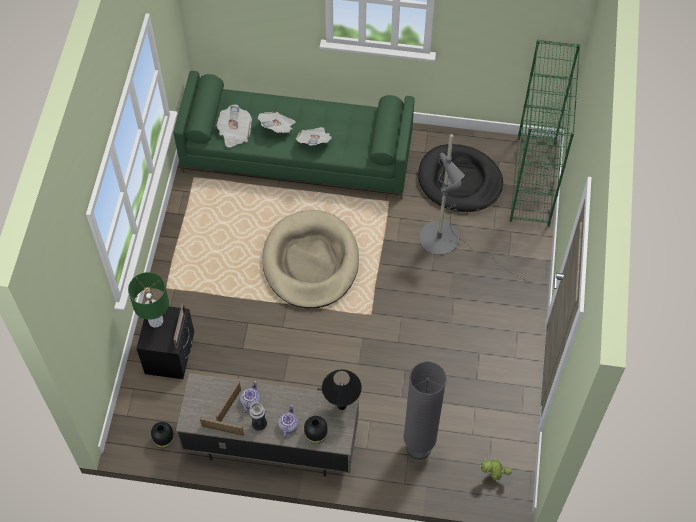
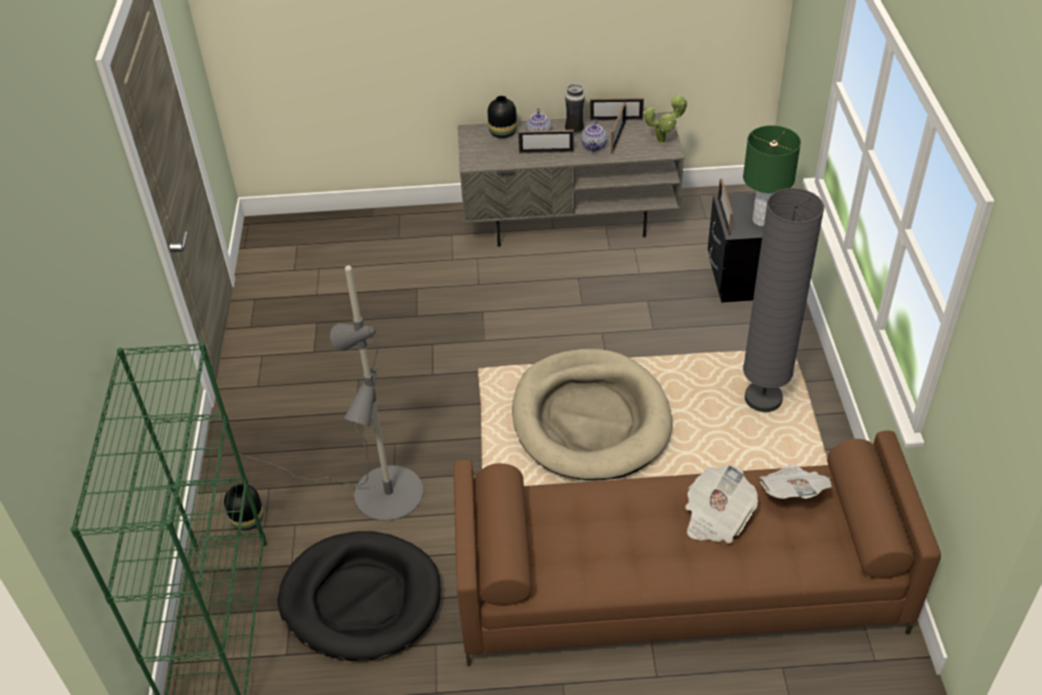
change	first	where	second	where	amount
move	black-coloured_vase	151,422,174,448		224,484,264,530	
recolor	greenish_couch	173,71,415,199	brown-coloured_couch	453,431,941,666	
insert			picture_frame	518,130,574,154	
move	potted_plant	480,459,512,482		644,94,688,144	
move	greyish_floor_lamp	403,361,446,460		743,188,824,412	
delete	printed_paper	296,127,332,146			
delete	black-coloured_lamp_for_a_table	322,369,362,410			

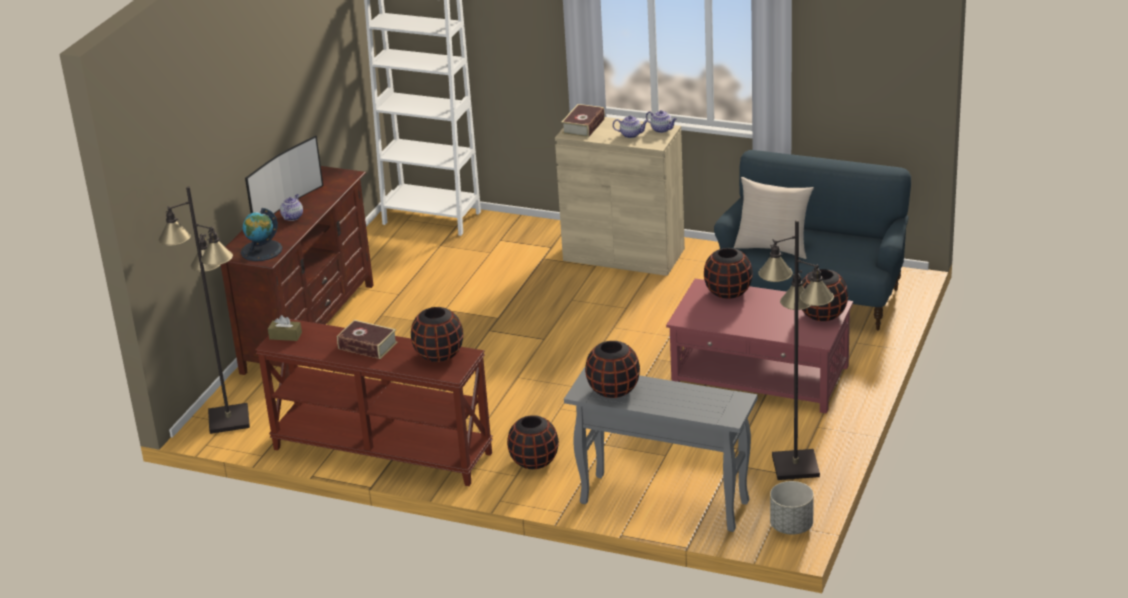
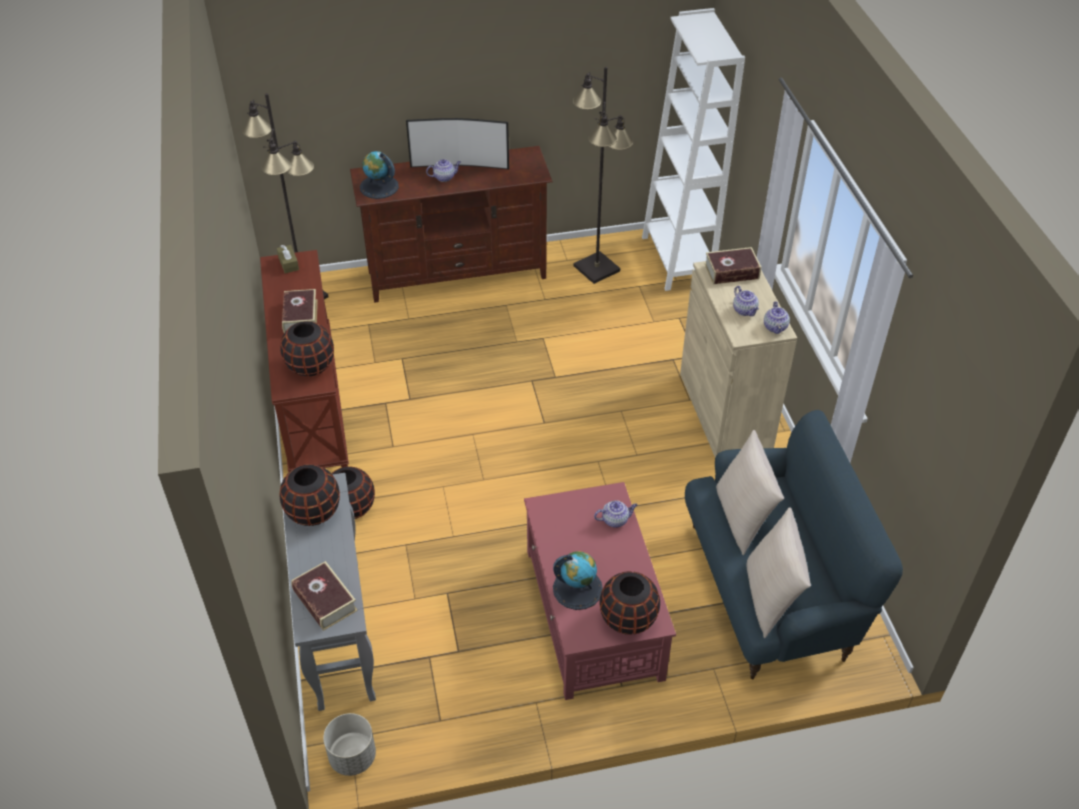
change	first	where	second	where	amount
insert			bound_book	291,561,358,631	
insert			desk_globe	553,551,603,610	
move	black-coloured_floor_lamp	758,220,834,480		573,67,633,284	
replace	black-coloured_vase	704,248,753,299	pot_for_tea	594,500,637,528	
insert			sand-coloured_throw_pillow	747,507,811,638	

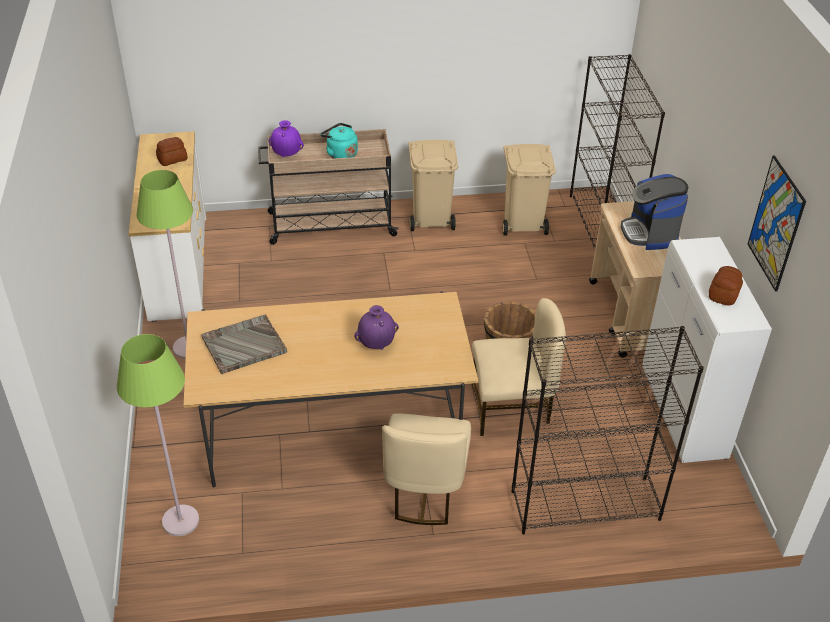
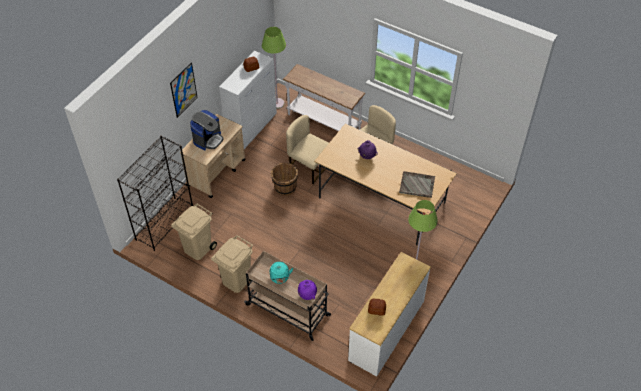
change	first	where	second	where	amount
move	wall_art	748,155,806,292		170,63,198,118	
move	greenish_floor_lamp	117,334,199,536		262,27,286,109	
replace	black-coloured_shelving_unit	512,326,704,534	white-coloured_narrow_table	283,64,365,131	

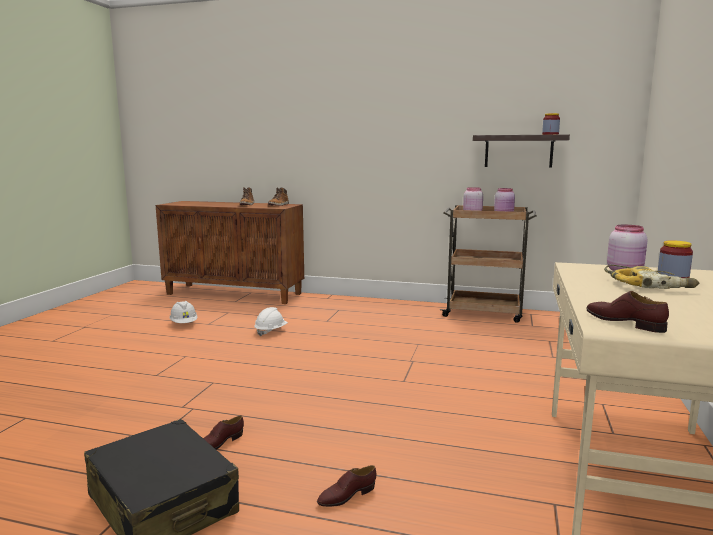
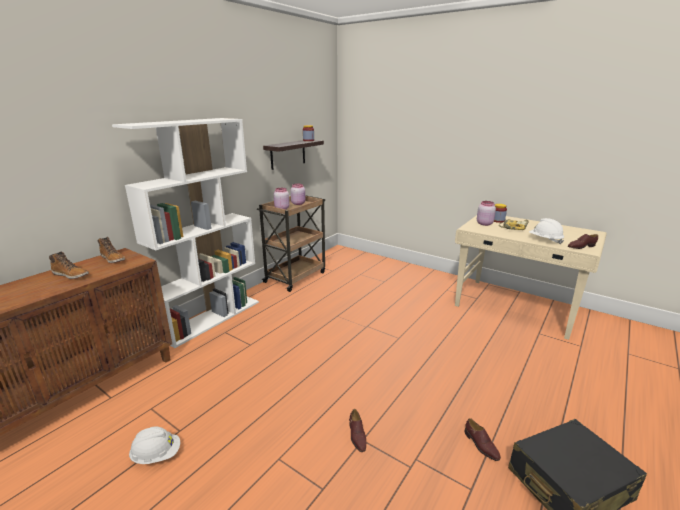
change	first	where	second	where	amount
insert			white-coloured_shelving_unit	112,118,259,348	
move	brown-coloured_item_of_footwear	317,465,376,507		349,409,366,452	
move	white-coloured_work_helmet	255,307,288,336		529,218,564,244	

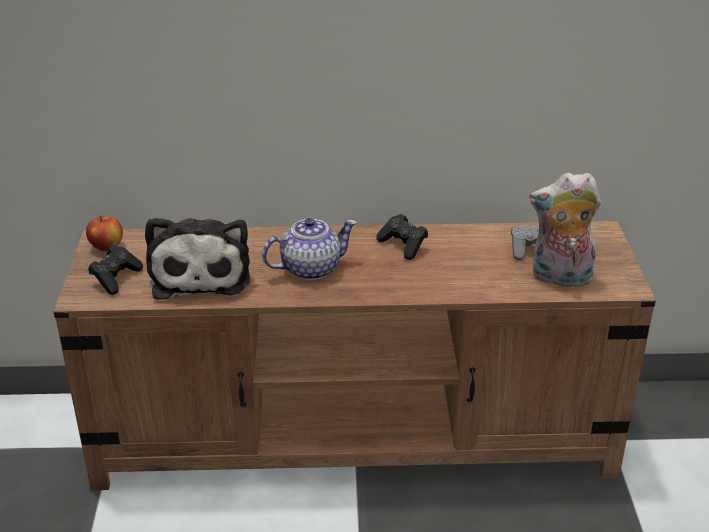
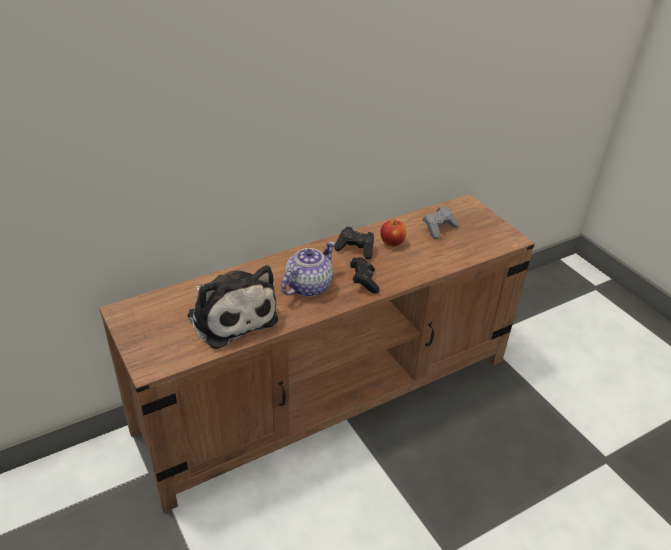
change	first	where	second	where	amount
move	black-coloured_game_controller	88,245,143,295		350,257,380,294	
move	whole_apple	86,216,123,251		381,220,406,247	
delete	soft_toy	529,172,601,291			

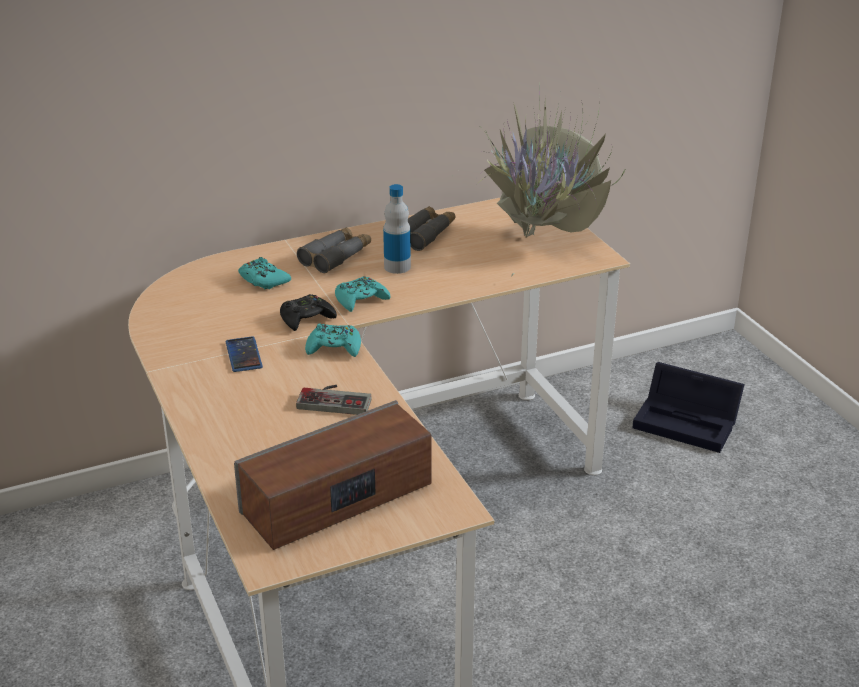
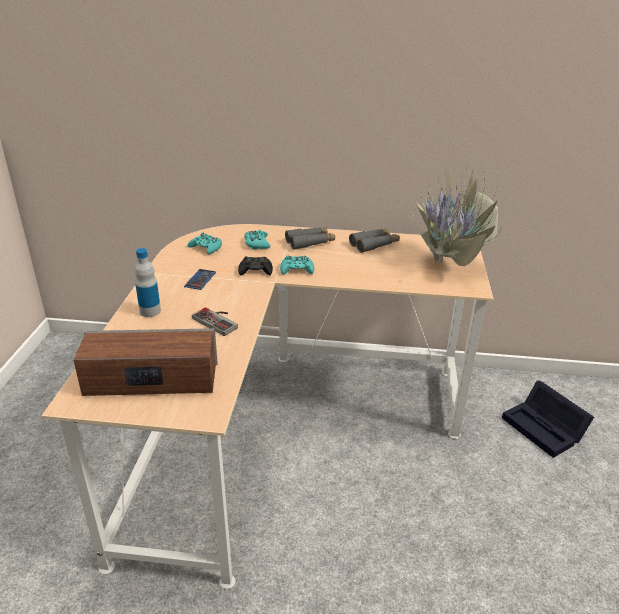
change	first	where	second	where	amount
move	beverage_bottle	383,184,411,274		134,248,161,317	
move	blue-green_game_controller	305,324,361,357		188,232,222,255	

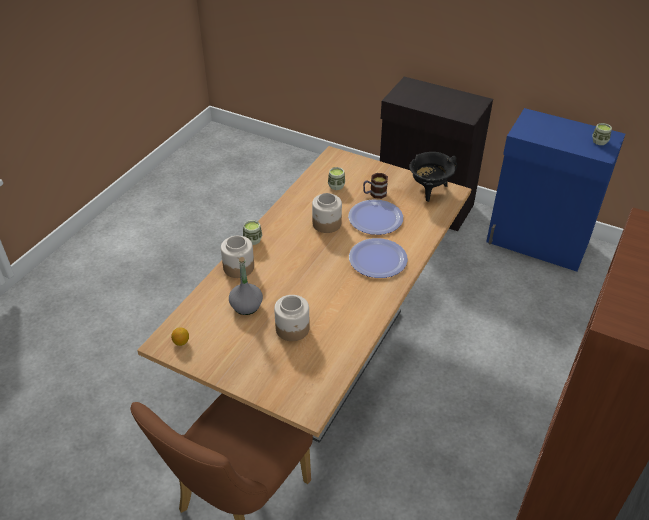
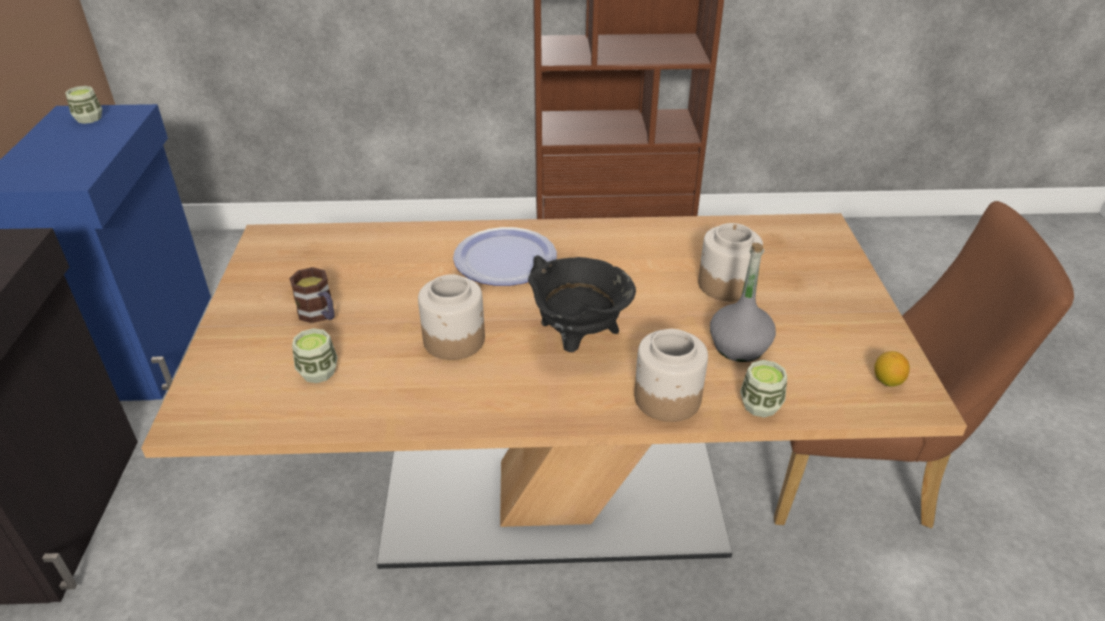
change	first	where	second	where	amount
move	black-coloured_cooking_pot	409,152,458,202		528,255,636,352	
move	drinking_cup	243,220,262,245		740,360,787,417	
delete	plate	348,199,403,235			

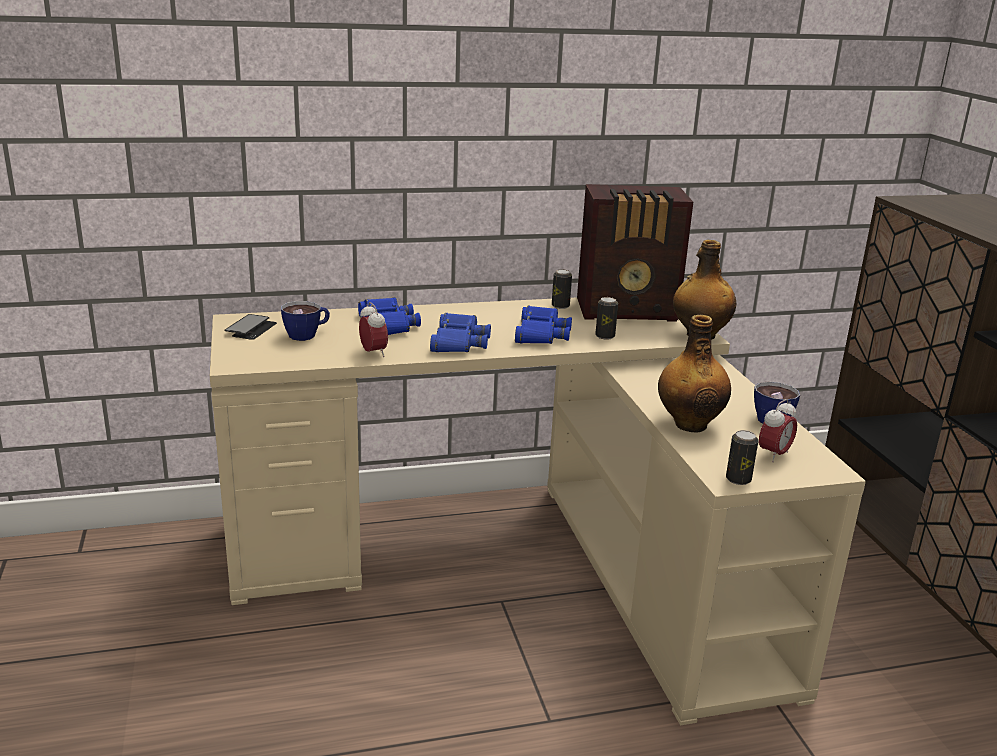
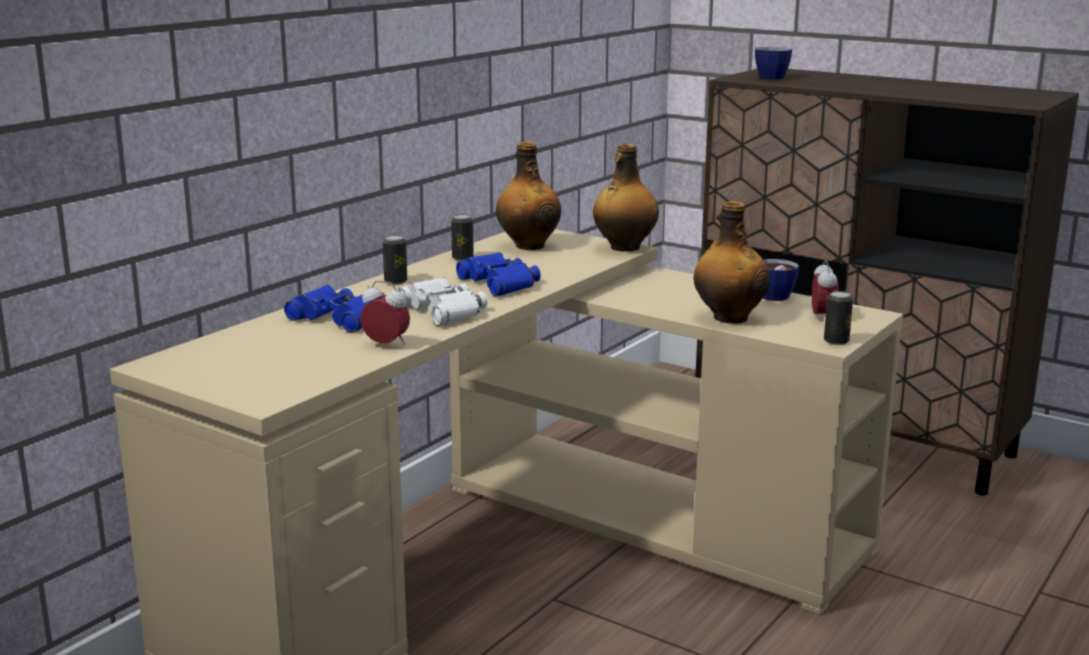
change	first	where	second	where	amount
move	metal_can	595,297,618,340		383,235,407,284	
recolor	blue-coloured_field_glasses	430,313,491,352	white-coloured_field_glasses	398,277,487,326	
replace	radio	577,184,693,322	beverage_bottle	496,142,561,250	
move	drinking_cup	281,301,330,341		755,47,792,79	
delete	telephone	224,314,277,340			

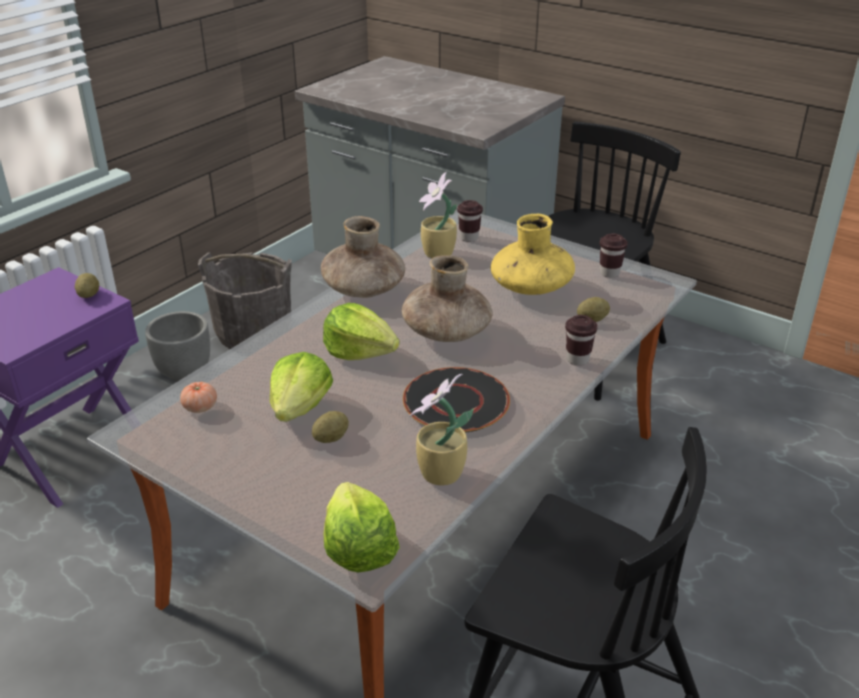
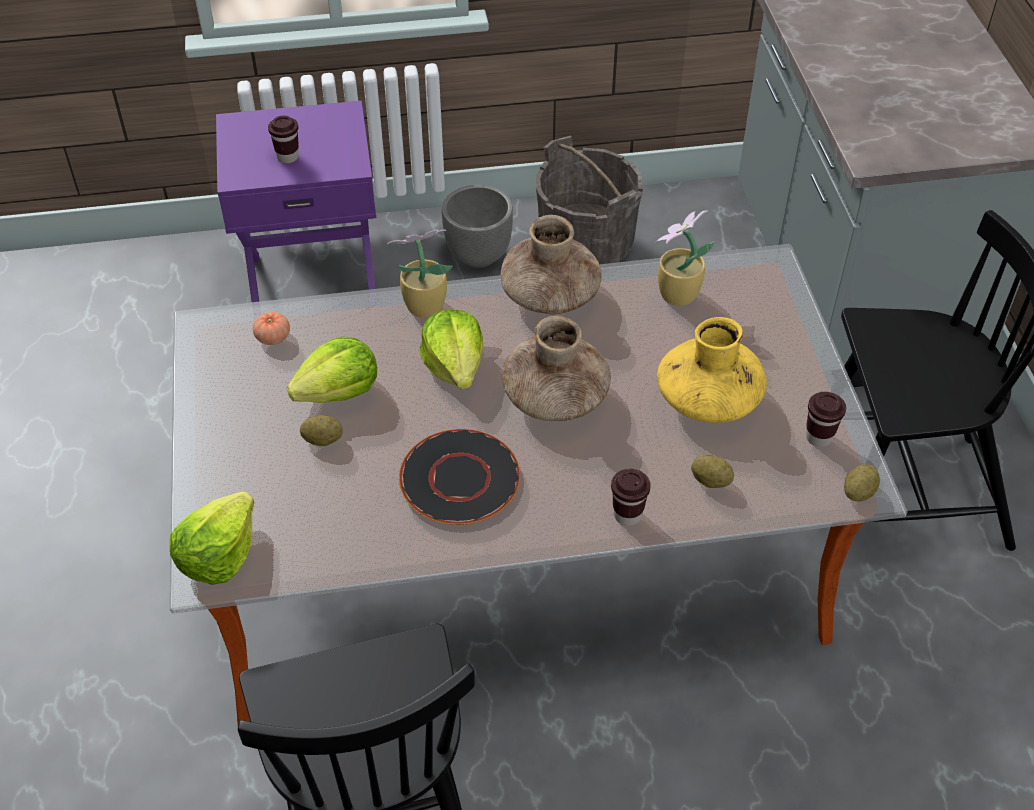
change	first	where	second	where	amount
move	brown-coloured_drinking_cup	457,200,483,242		268,116,299,164	
move	potted_plant	410,374,474,486		387,229,453,318	
move	potato	75,273,99,298		844,464,880,502	

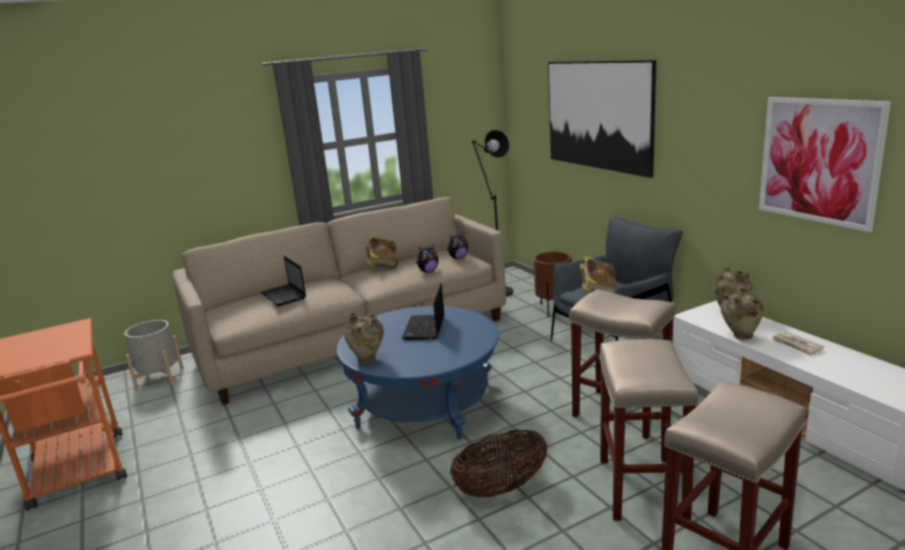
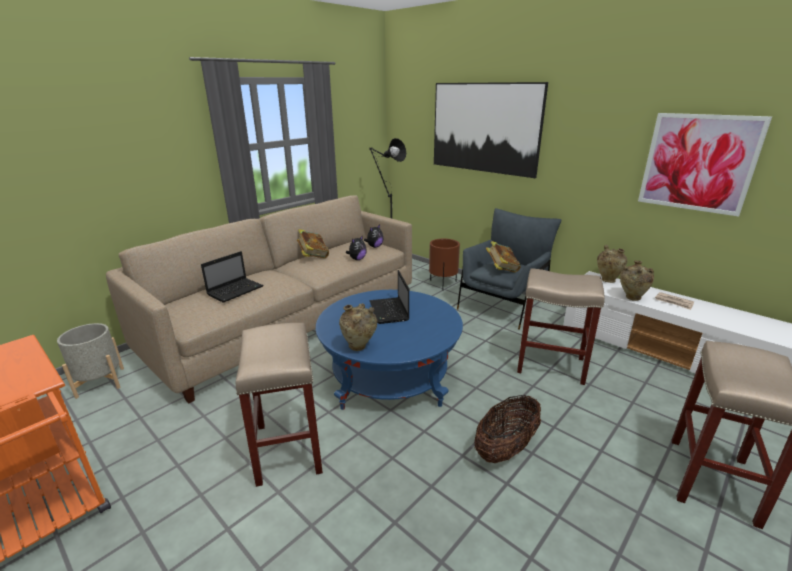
change	first	where	second	where	amount
rotate	laptop	261,256,306,306		201,251,264,303	90 degrees counterclockwise
move	sand-coloured_sitting_stool	599,339,699,521		236,323,323,487	

